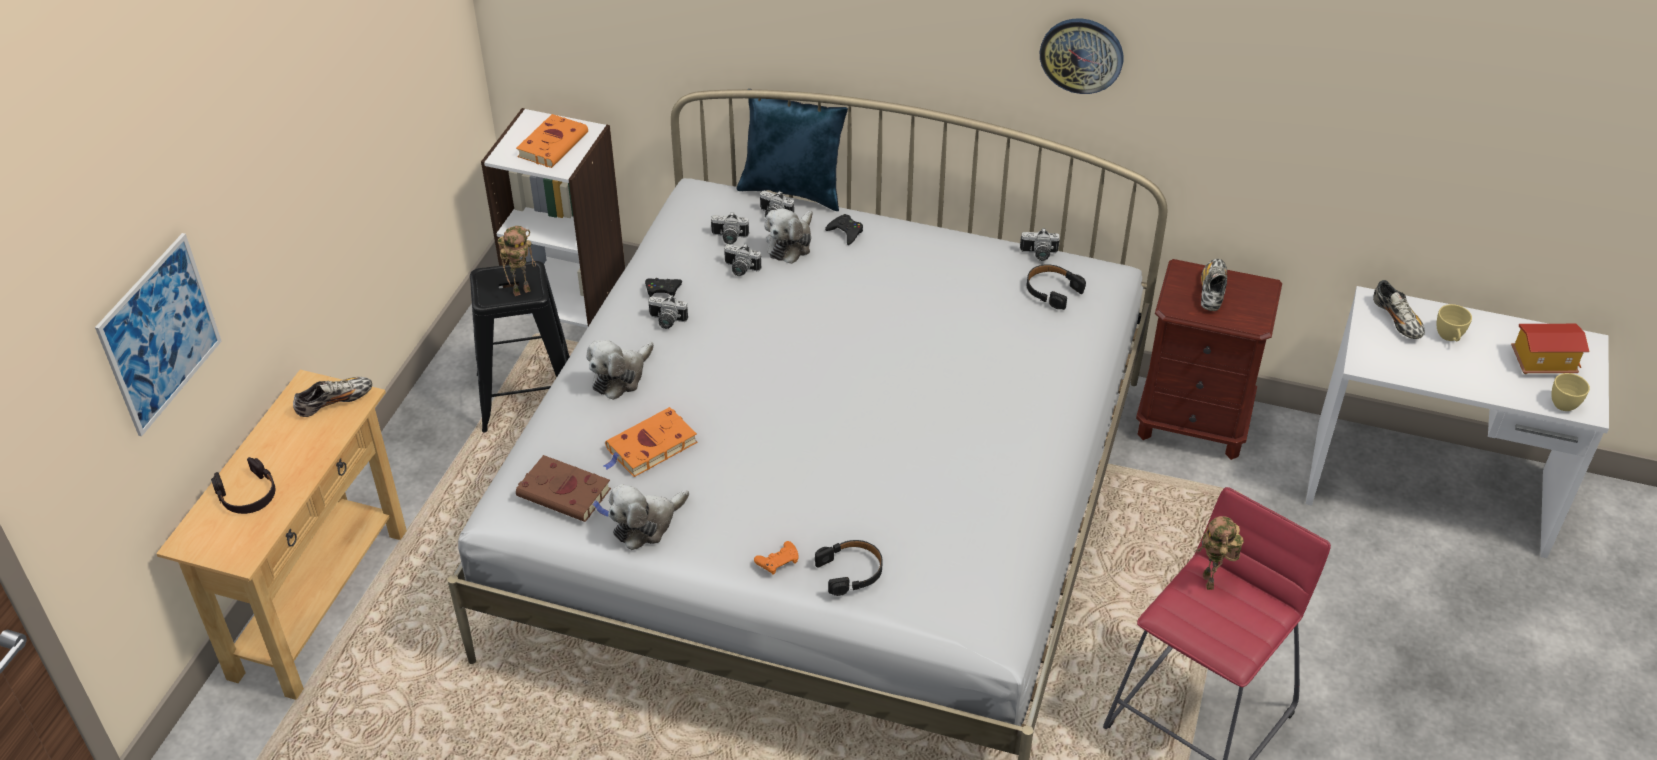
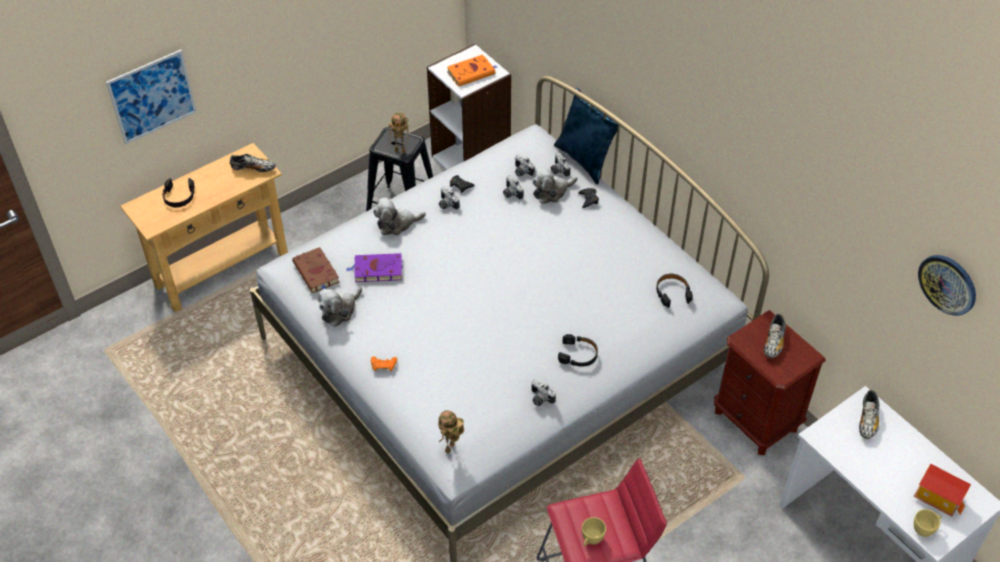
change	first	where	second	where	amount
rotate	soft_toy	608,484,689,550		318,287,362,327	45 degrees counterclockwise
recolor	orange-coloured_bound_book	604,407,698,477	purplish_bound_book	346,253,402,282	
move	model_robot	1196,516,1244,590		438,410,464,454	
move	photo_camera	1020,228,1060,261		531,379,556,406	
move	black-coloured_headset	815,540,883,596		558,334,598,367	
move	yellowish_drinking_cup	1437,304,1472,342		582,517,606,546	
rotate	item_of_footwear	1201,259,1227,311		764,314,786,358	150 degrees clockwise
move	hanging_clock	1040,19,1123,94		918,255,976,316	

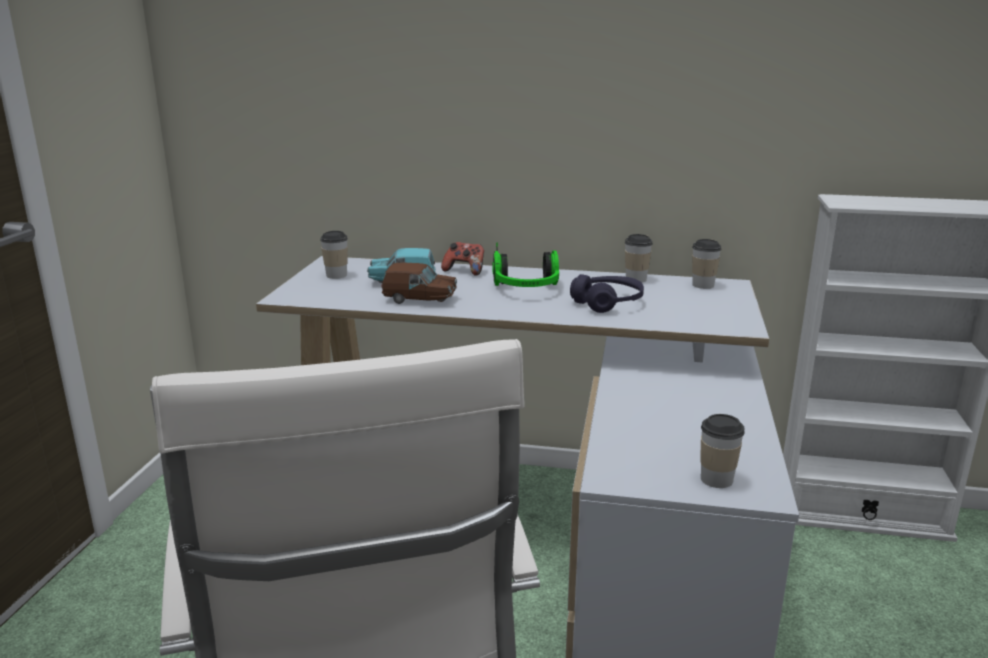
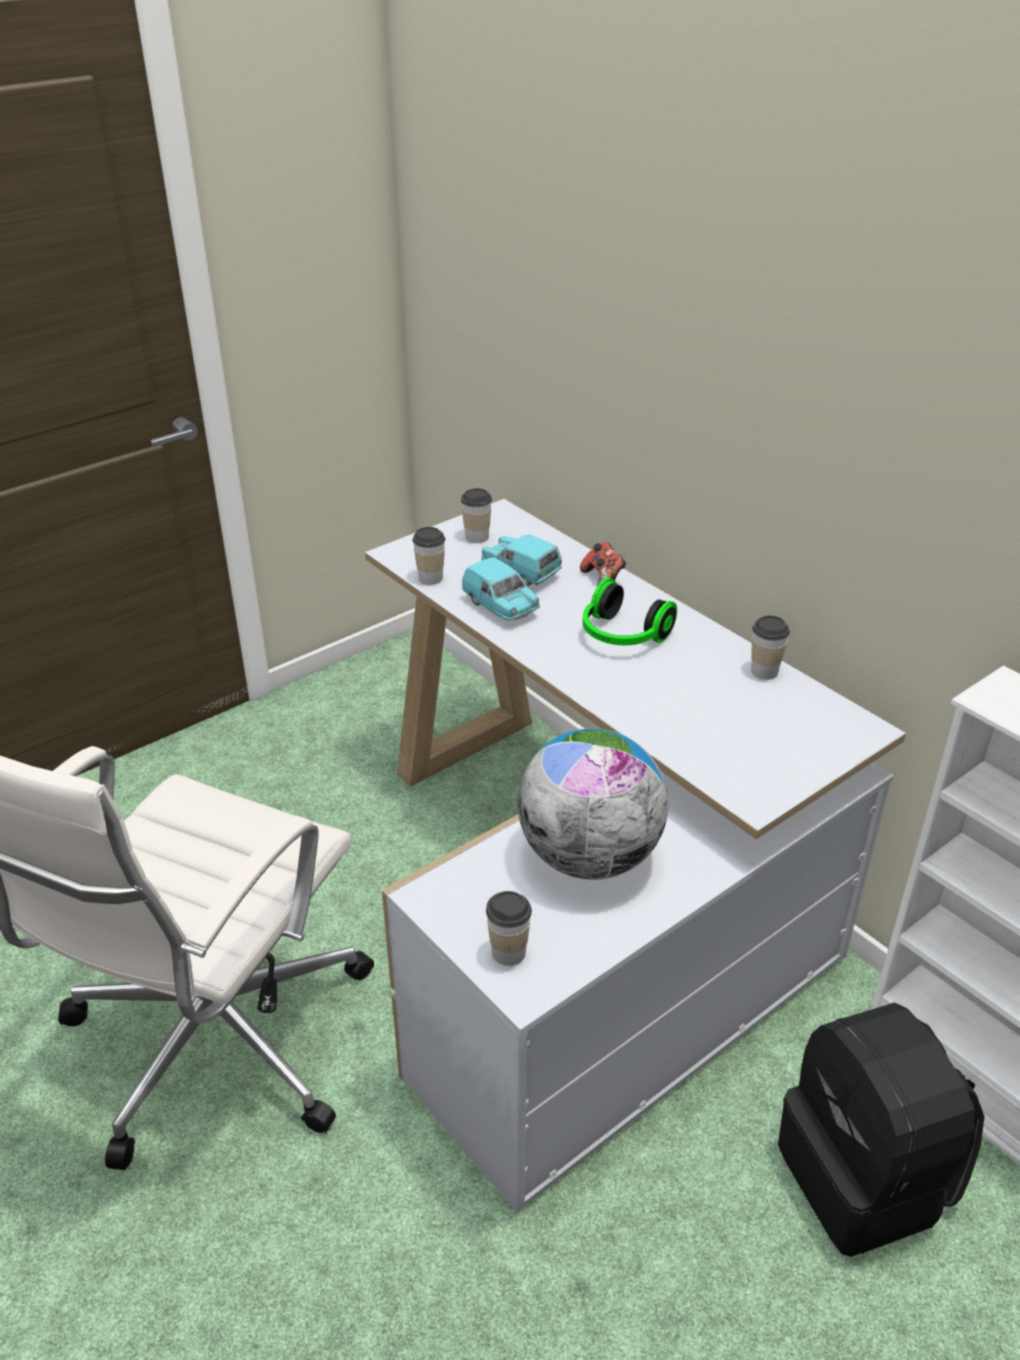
change	first	where	second	where	amount
move	drinking_cup	692,239,722,289		413,527,445,585	
recolor	brown-coloured_toy_car	382,263,457,304	blue-green_toy_car	462,557,540,620	
insert			desk_globe	518,728,668,880	
insert			black-coloured_knapsack	778,1002,985,1257	
delete	purplish_headset	570,274,644,313			

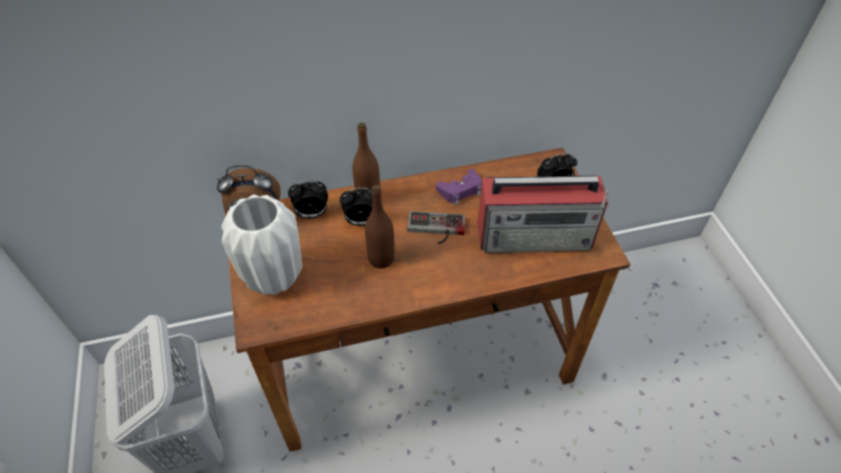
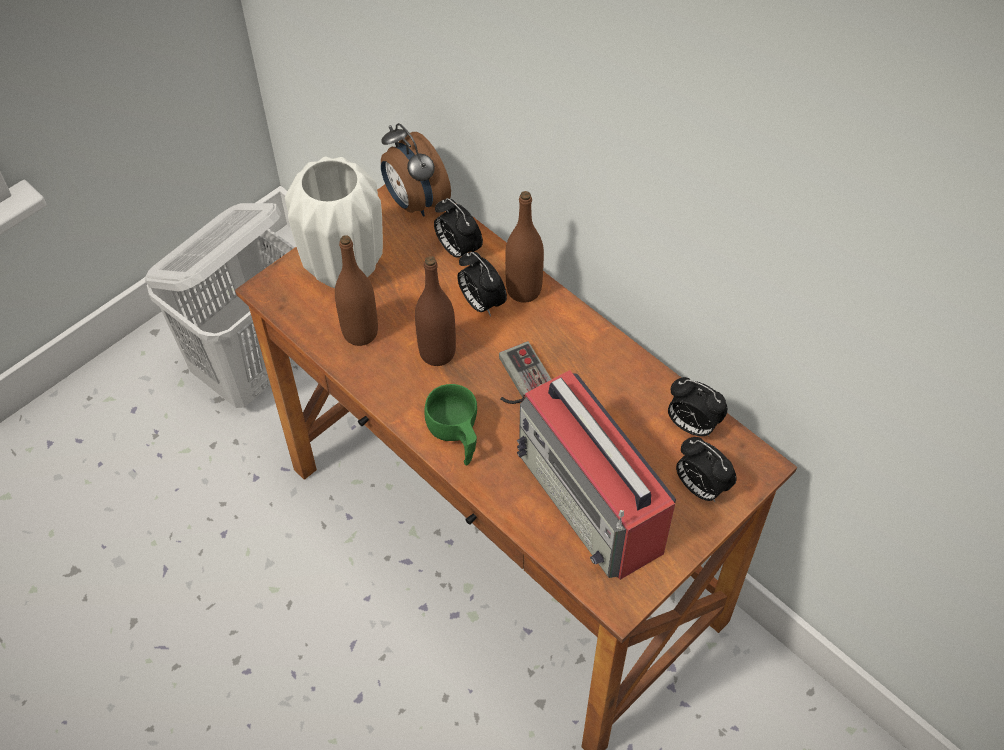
change	first	where	second	where	amount
insert			brown-coloured_beverage_bottle	335,235,378,346	
insert			greenish_drinking_cup	424,384,477,465	
insert			table_clock	668,377,728,437	
delete	purplish_game_controller	436,169,482,205			

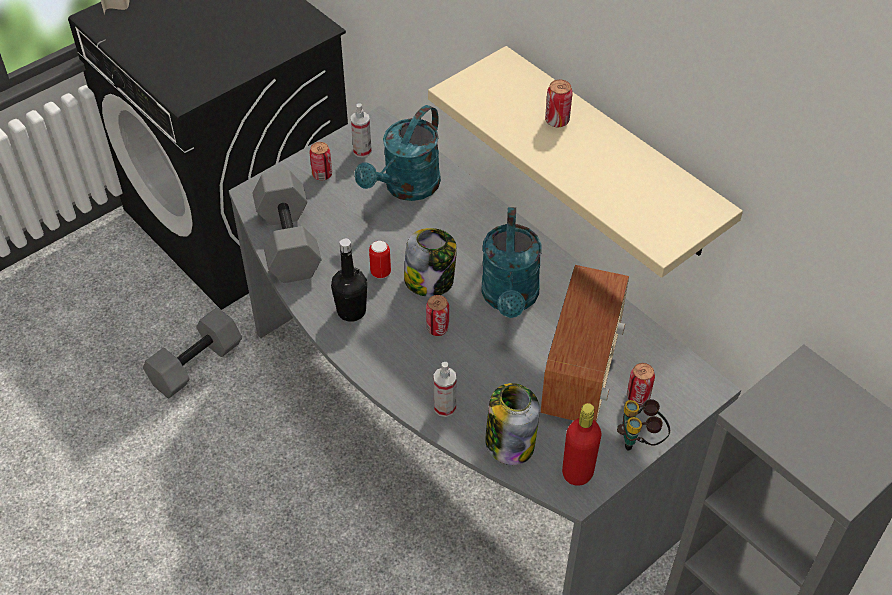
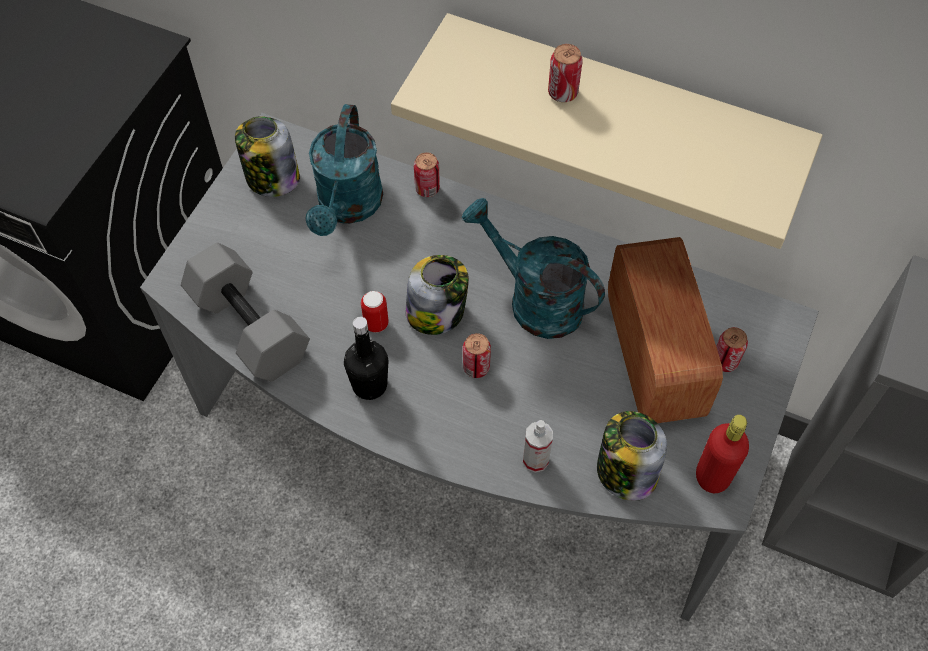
change	first	where	second	where	amount
replace	hand_sprayer	351,103,372,158	preserve_jar	235,116,300,197	
move	metal_can	309,142,332,180		414,152,440,197	
rotate	blue-green_sprinkling_can	481,207,542,318		462,198,605,339	150 degrees clockwise
delete	greyish_dumbbell	143,307,242,398			
delete	field_glasses	617,399,670,451			

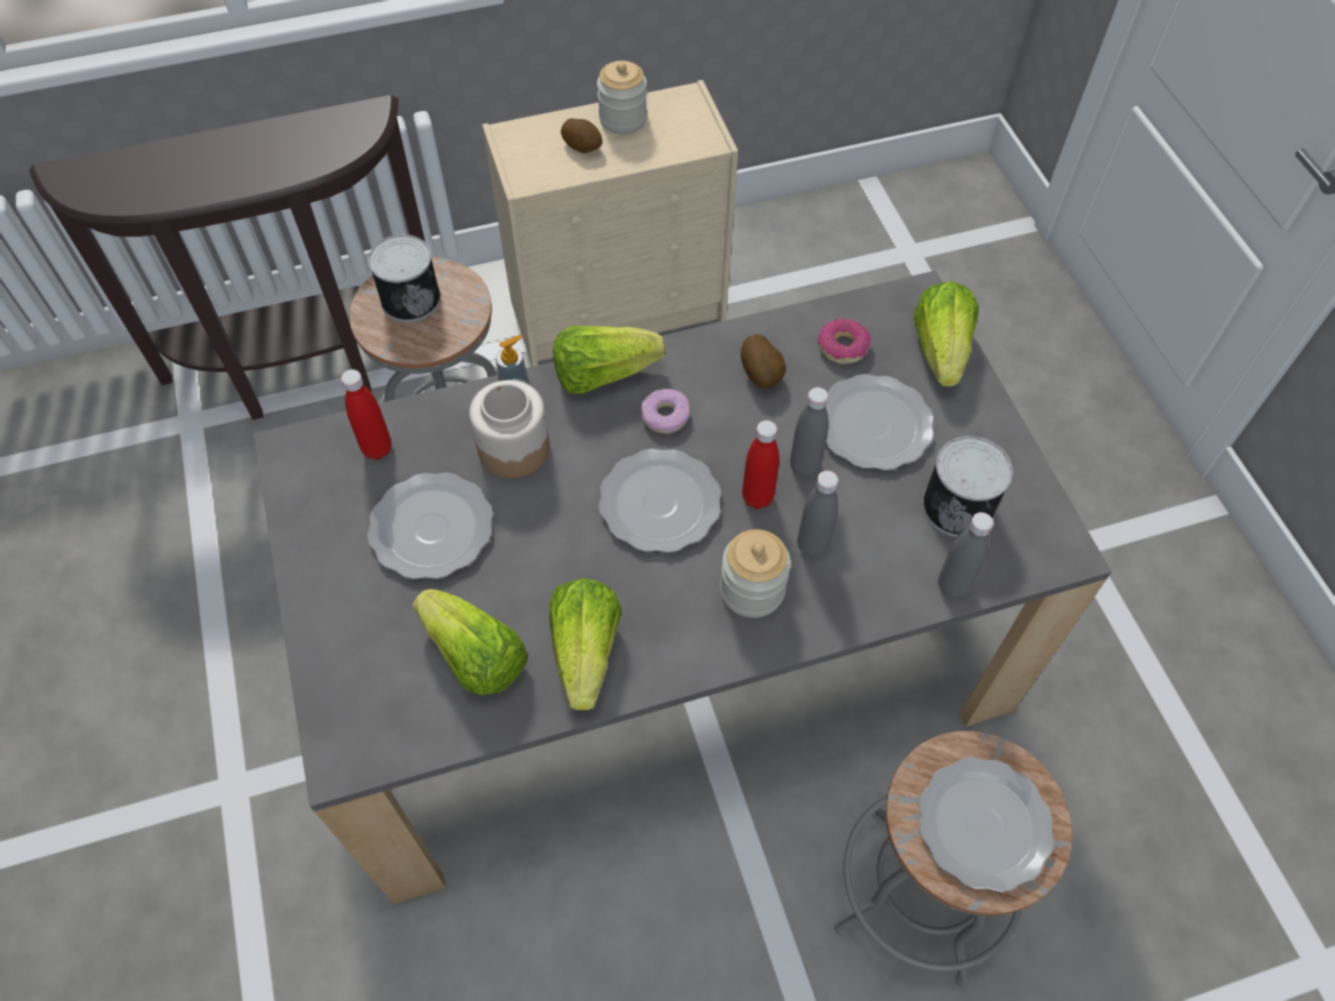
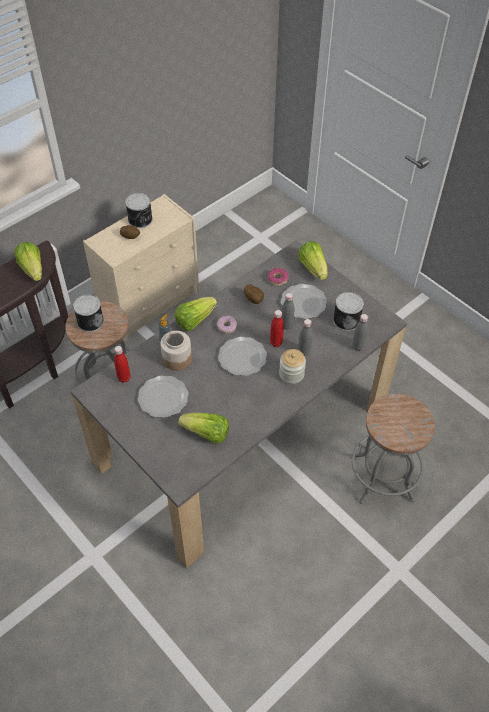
change	first	where	second	where	amount
move	head_of_lettuce	549,578,622,710		15,242,42,281	
replace	preserve_jar	597,61,647,134	metal_can	125,193,153,228	
delete	plate	919,757,1054,892			

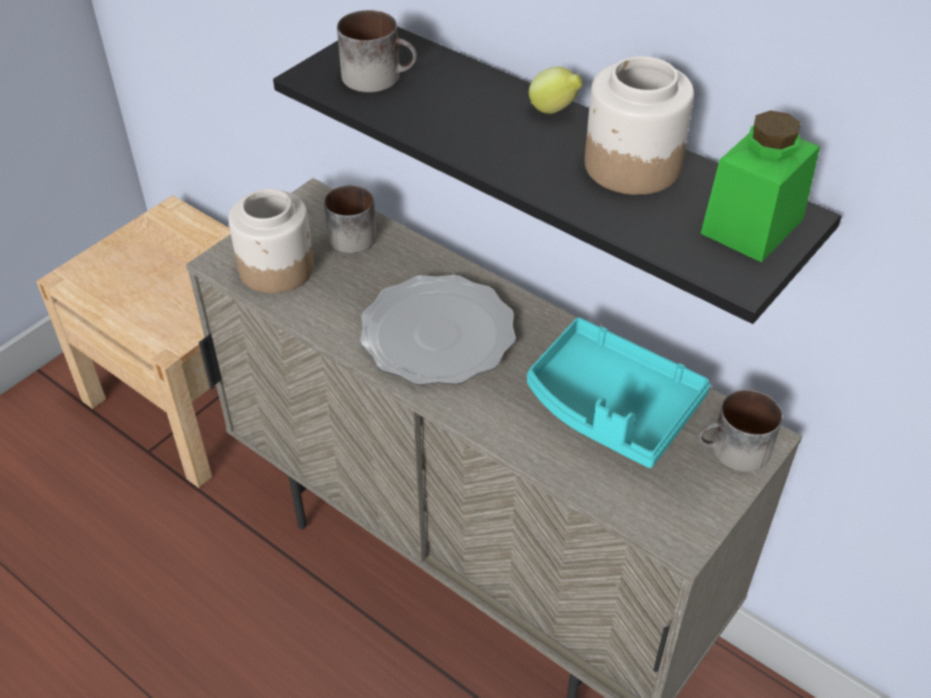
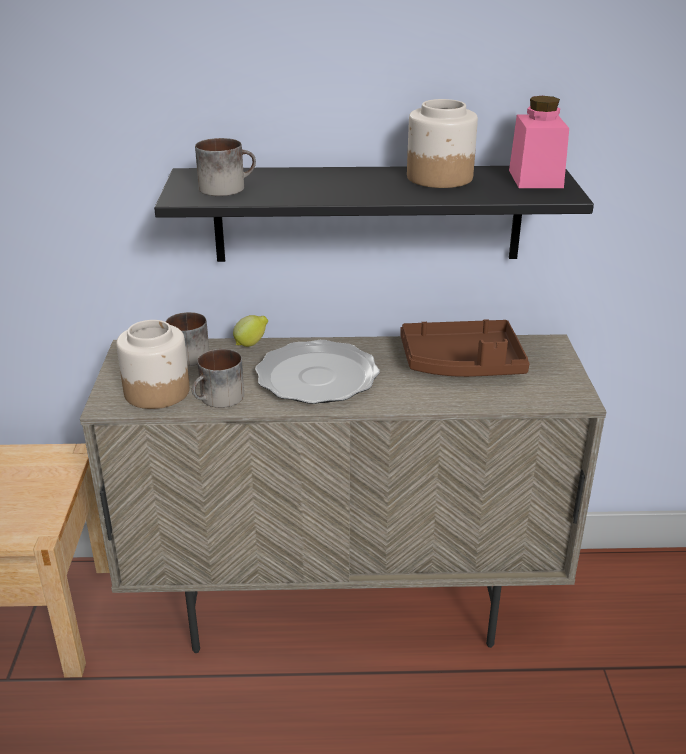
change	first	where	second	where	amount
move	mug	698,390,782,472		192,349,244,408	
move	lemon	529,67,583,114		233,315,268,347	
recolor	blue-green_tray	527,318,711,468	brown-coloured_tray	401,319,530,377	
recolor	greenish_preserve_jar	701,110,820,263	pinkish_preserve_jar	509,96,569,188	

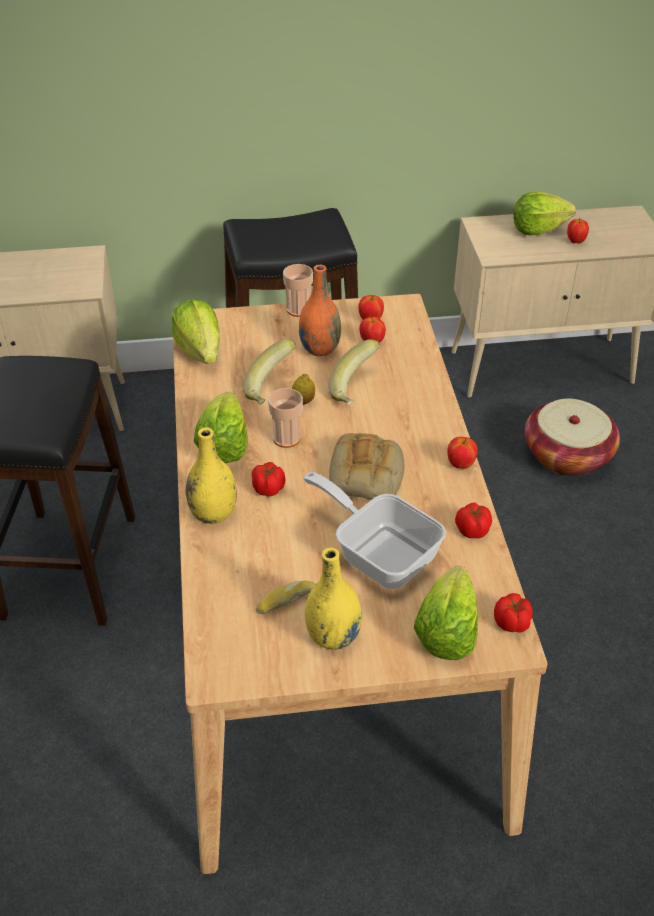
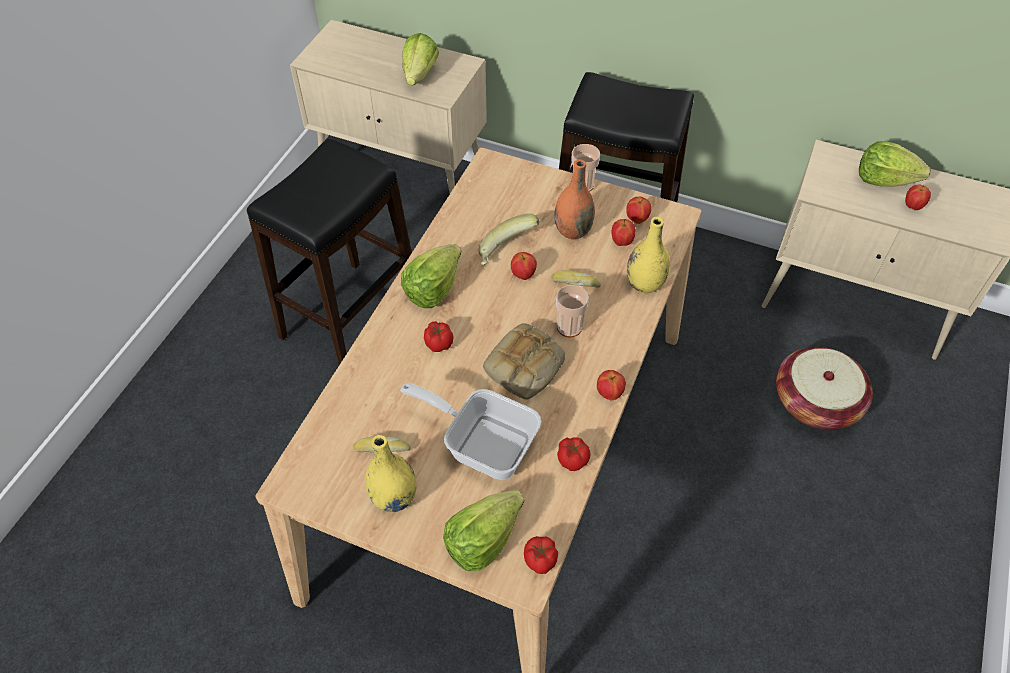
change	first	where	second	where	amount
rotate	skillet	304,472,446,589		400,383,541,480	45 degrees counterclockwise
move	head_of_lettuce	172,299,220,364		402,33,439,85	
replace	lemon	292,374,315,405	whole_apple	511,252,537,280	
replace	whole_banana	328,339,380,406	baked_bread	551,270,601,288	
move	drinking_cup	268,388,303,448		556,285,589,338	
move	yellowish_vase	186,427,237,524		627,217,670,293	

